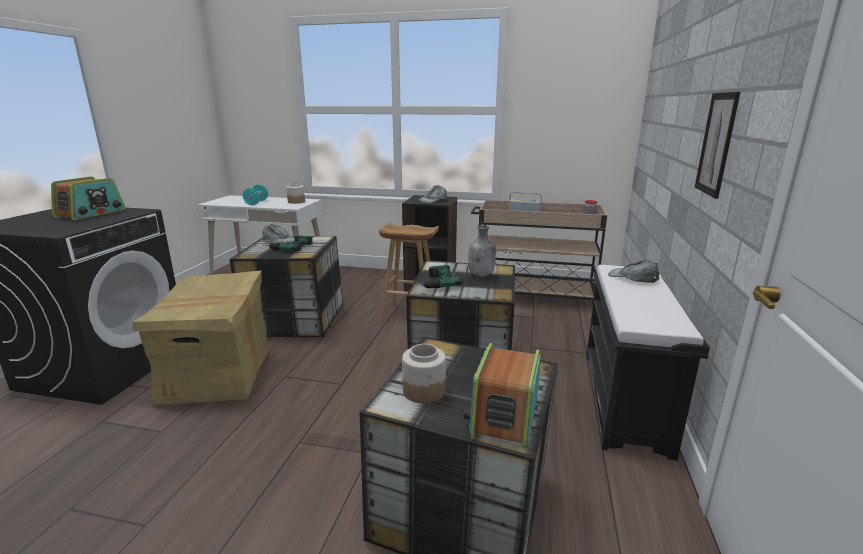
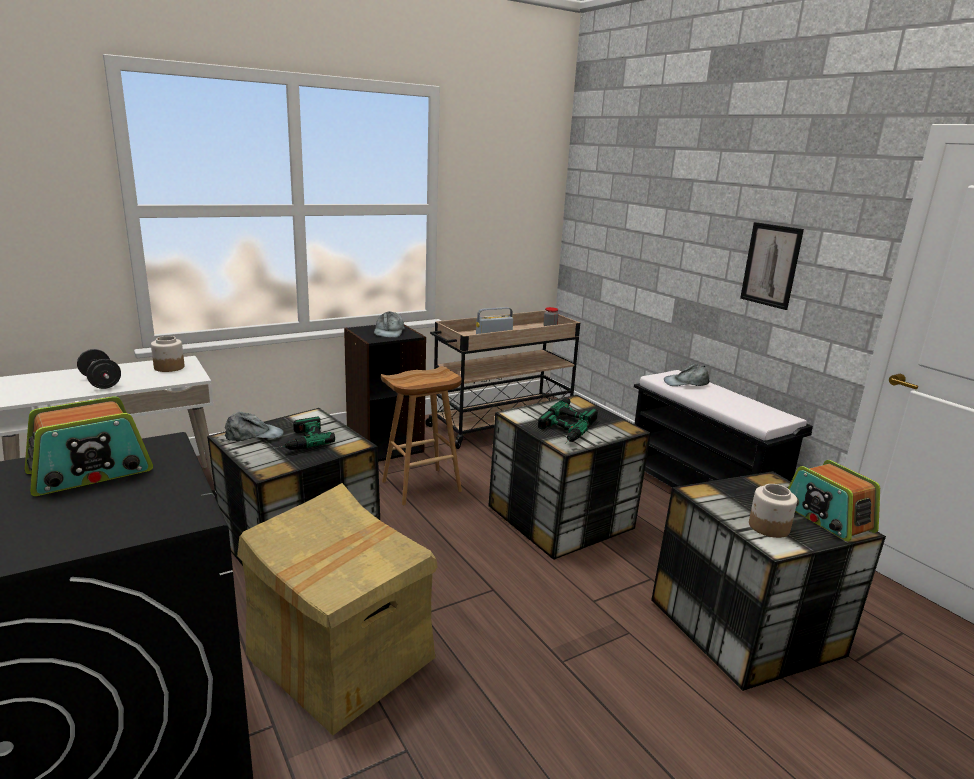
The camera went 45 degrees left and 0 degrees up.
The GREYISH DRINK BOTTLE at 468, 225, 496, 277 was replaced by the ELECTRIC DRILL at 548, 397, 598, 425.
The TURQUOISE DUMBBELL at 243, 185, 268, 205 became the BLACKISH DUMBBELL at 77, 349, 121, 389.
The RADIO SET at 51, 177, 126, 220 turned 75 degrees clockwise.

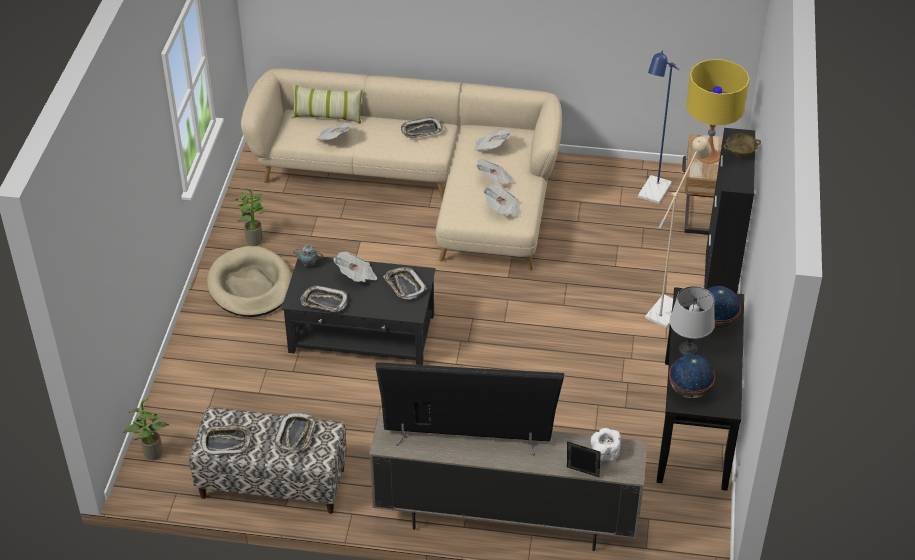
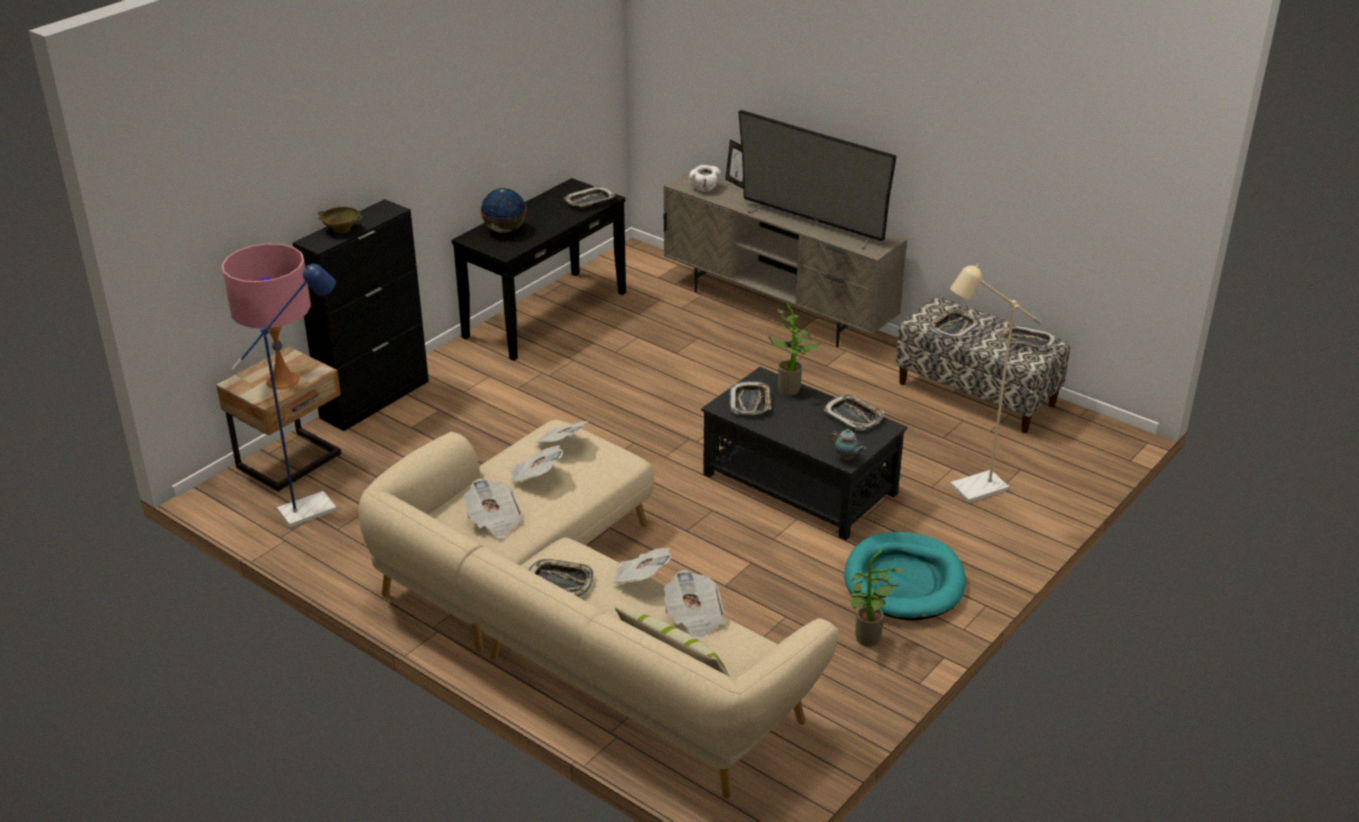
The camera went 150 degrees left and 10 degrees down.
The GREYISH TABLETOP LAMP at 670, 286, 715, 356 disappeared.
The POTTED PLANT moved from 123, 398, 170, 461 to 768, 303, 822, 396.
The PRINTED PAPER moved from 333, 252, 378, 282 to 613, 548, 671, 584.
The SAND-COLOURED FLOOR LAMP moved from 645, 137, 711, 328 to 950, 264, 1042, 503.
The WORLD GLOBE at 669, 354, 715, 398 was replaced by the SERVING TRAY at 564, 187, 615, 207.
The SAND-COLOURED PET BED at 207, 246, 292, 317 became the TURQUOISE PET BED at 844, 532, 966, 621.
The YELLOW TABLETOP LAMP at 686, 59, 749, 164 became the PINK-COLOURED TABLETOP LAMP at 222, 244, 311, 390.

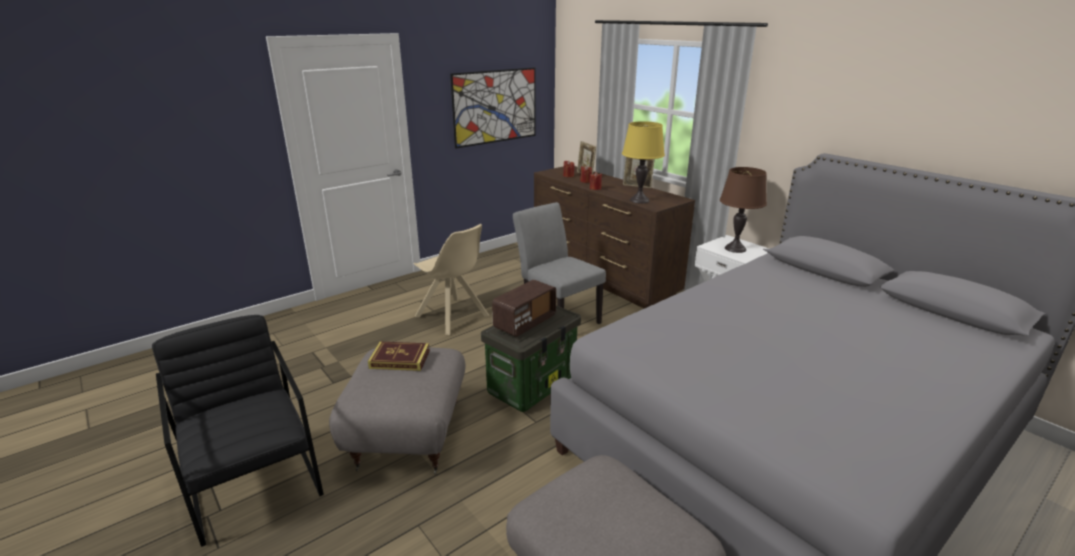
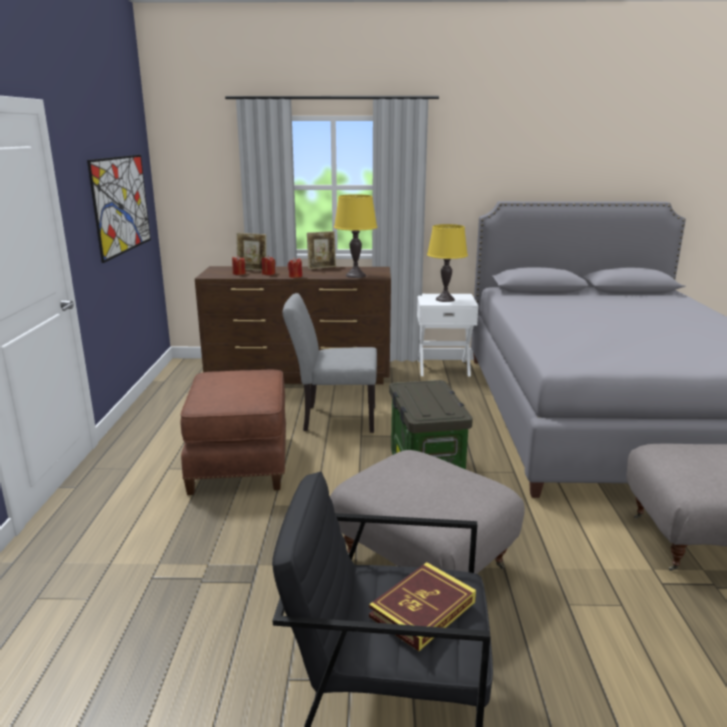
The camera went 50 degrees left and 5 degrees down.
The RADIO SET at 492, 280, 556, 337 disappeared.
The BOUND BOOK moved from 368, 342, 430, 371 to 369, 562, 476, 651.
The SAND-COLOURED CHAIR at 413, 224, 489, 335 was replaced by the BROWN-COLOURED FOOTREST at 181, 369, 286, 495.
The BROWN-COLOURED TABLETOP LAMP at 720, 167, 767, 253 became the YELLOW TABLETOP LAMP at 427, 224, 468, 302.

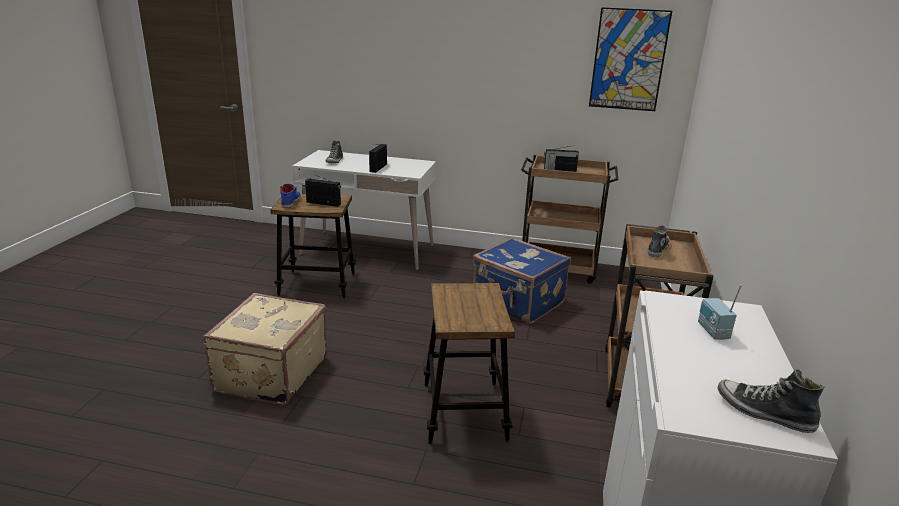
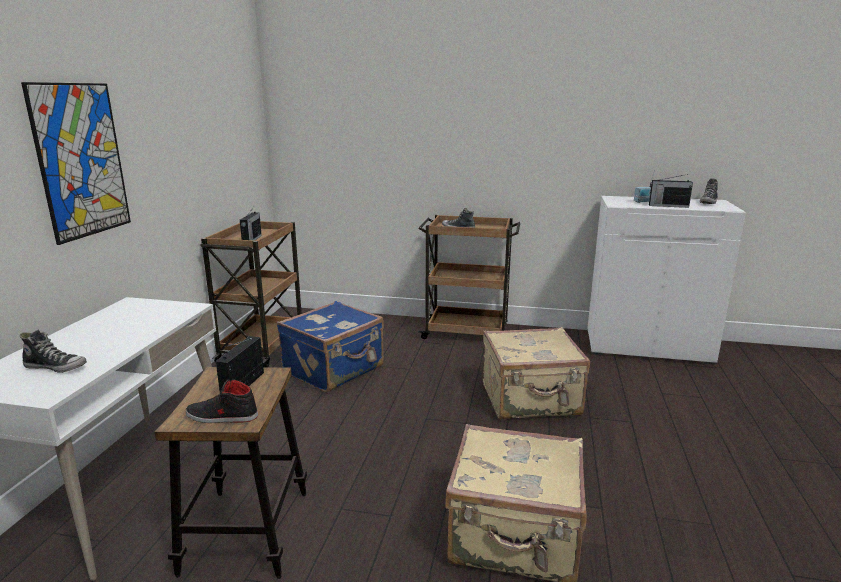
The camera went 90 degrees left and 5 degrees down.
The RADIO SET moved from 369, 144, 387, 173 to 649, 174, 693, 208.
The WALL ART moved from 589, 7, 672, 111 to 21, 82, 131, 245.
The STOOL at 424, 283, 515, 444 was replaced by the SAND-COLOURED TRAVEL CASE at 483, 327, 590, 419.
The BLUISH LOW SHOE at 280, 184, 300, 208 became the BLACKISH LOW SHOE at 186, 378, 258, 423.

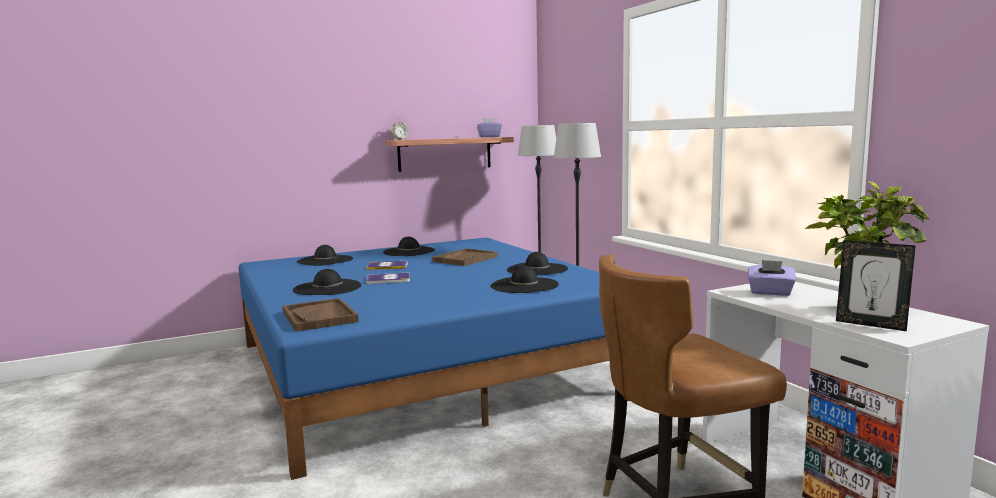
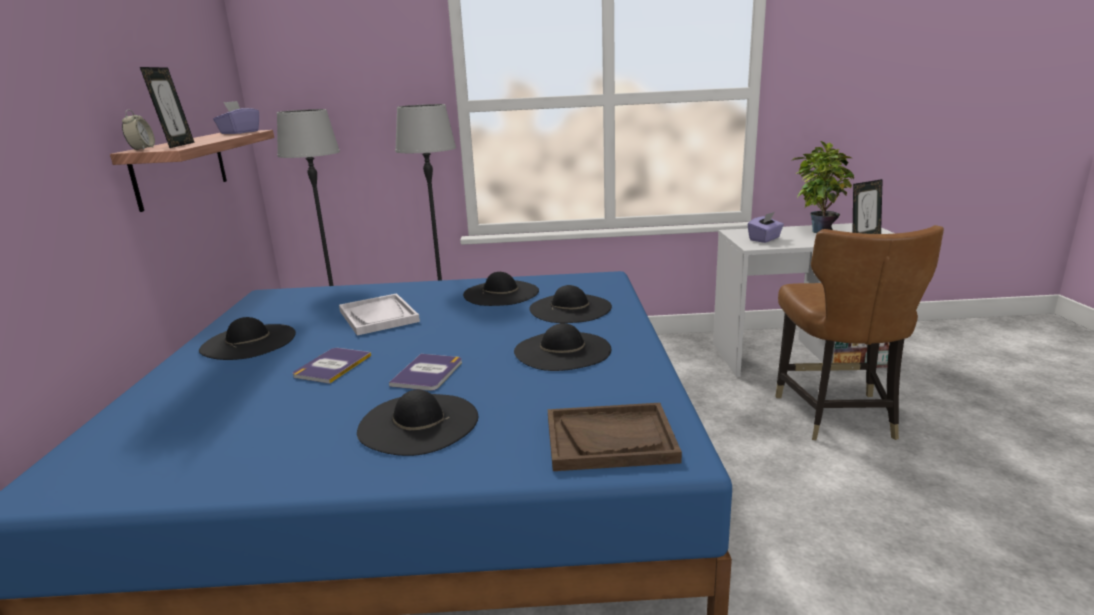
The camera went 65 degrees left and 10 degrees up.
The PHOTO FRAME at 140, 67, 195, 148 appeared.
The BLACKISH HAT moved from 297, 245, 353, 266 to 514, 323, 611, 371.
The BROWN-COLOURED SERVING TRAY at 432, 248, 498, 266 became the WHITE SERVING TRAY at 339, 293, 420, 336.

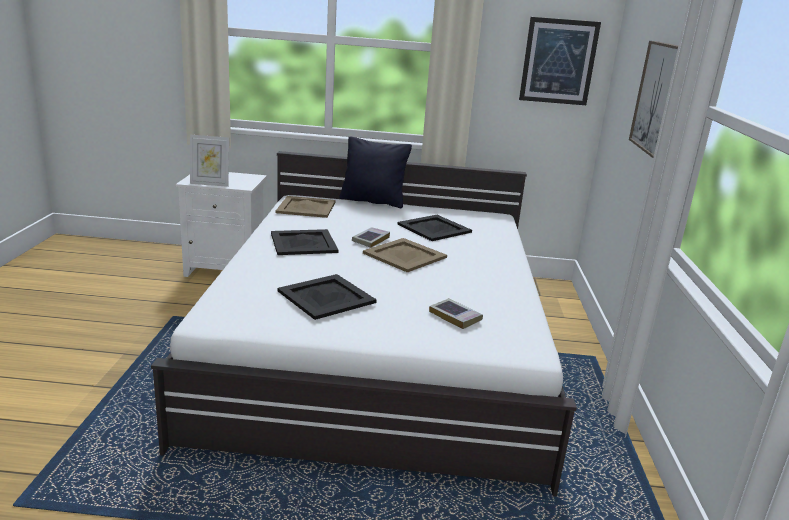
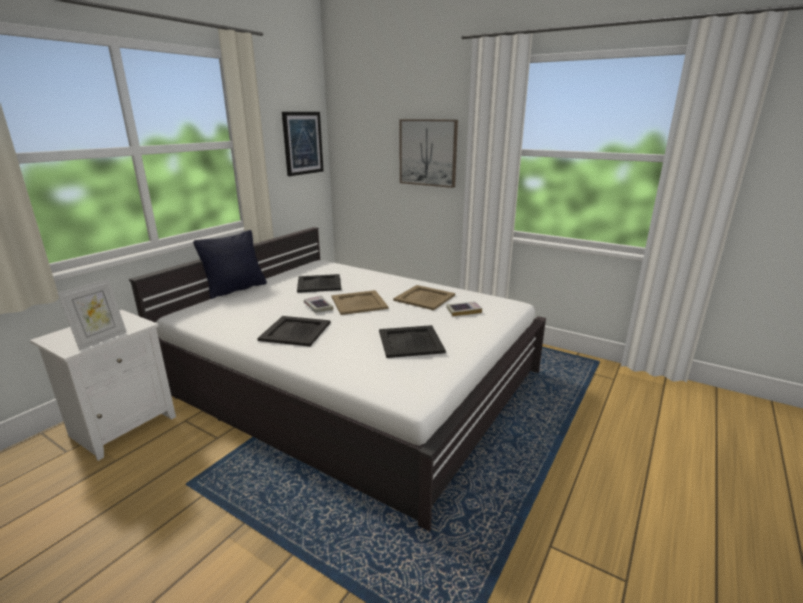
The camera went 60 degrees left and 0 degrees up.
The SAND-COLOURED SERVING TRAY moved from 276, 196, 335, 218 to 393, 285, 455, 310.

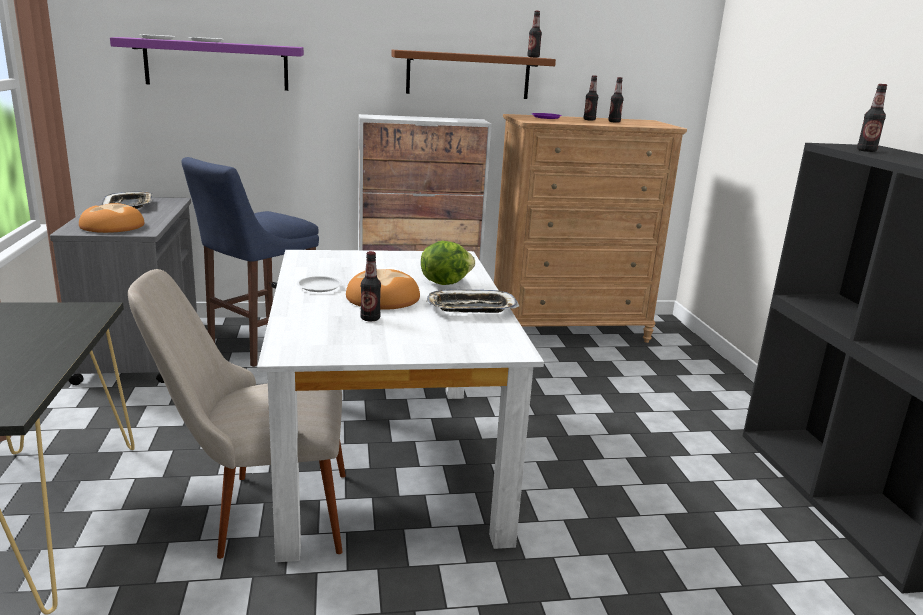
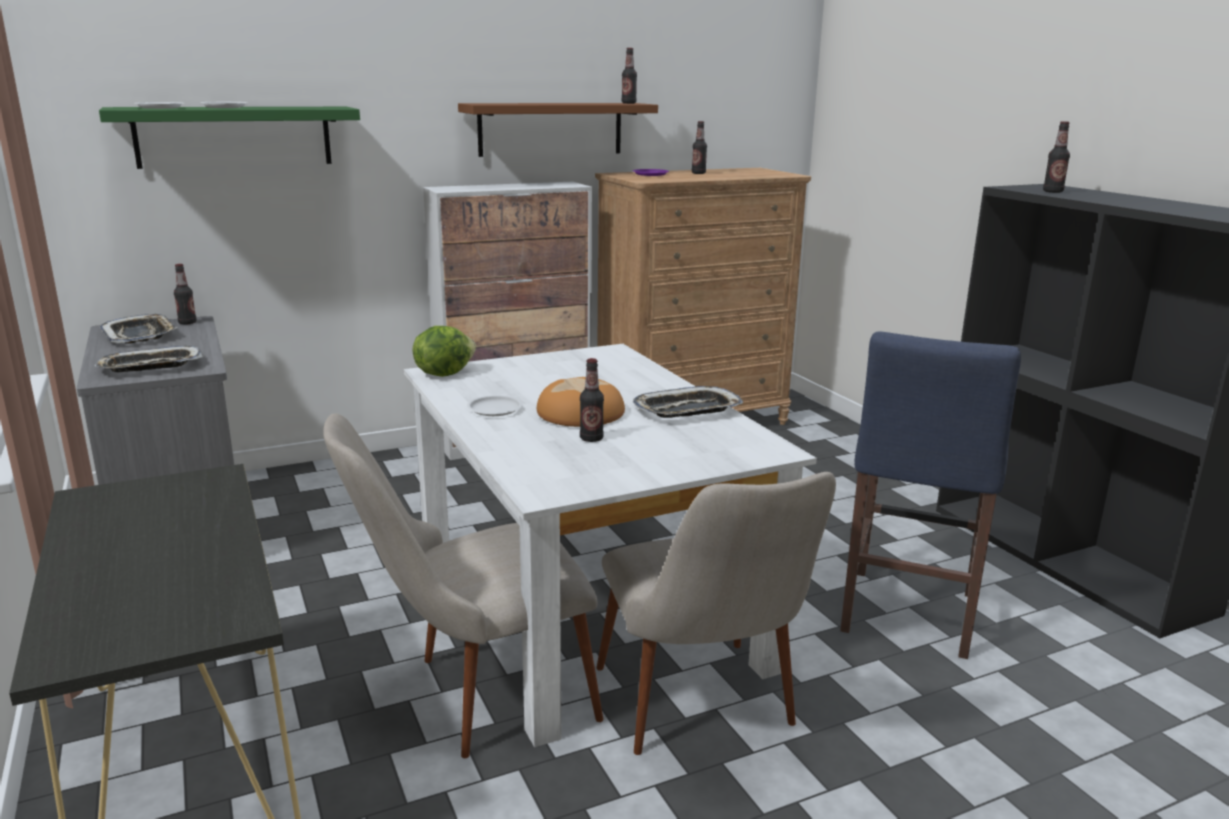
The camera went 15 degrees left and 0 degrees up.
The SAND-COLOURED CHAIR at 596, 472, 836, 755 appeared.
The BLUISH STOOL moved from 181, 157, 319, 367 to 840, 332, 1021, 659.
The HEAD OF LETTUCE moved from 421, 241, 475, 285 to 413, 326, 476, 377.
The DRINK BOTTLE moved from 608, 77, 624, 123 to 174, 264, 197, 325.
The BAKERY BREAD at 79, 203, 144, 233 was replaced by the SERVING TRAY at 95, 346, 204, 372.
The PURPLE WALL SHELF at 110, 37, 304, 91 became the GREEN WALL SHELF at 99, 107, 360, 169.

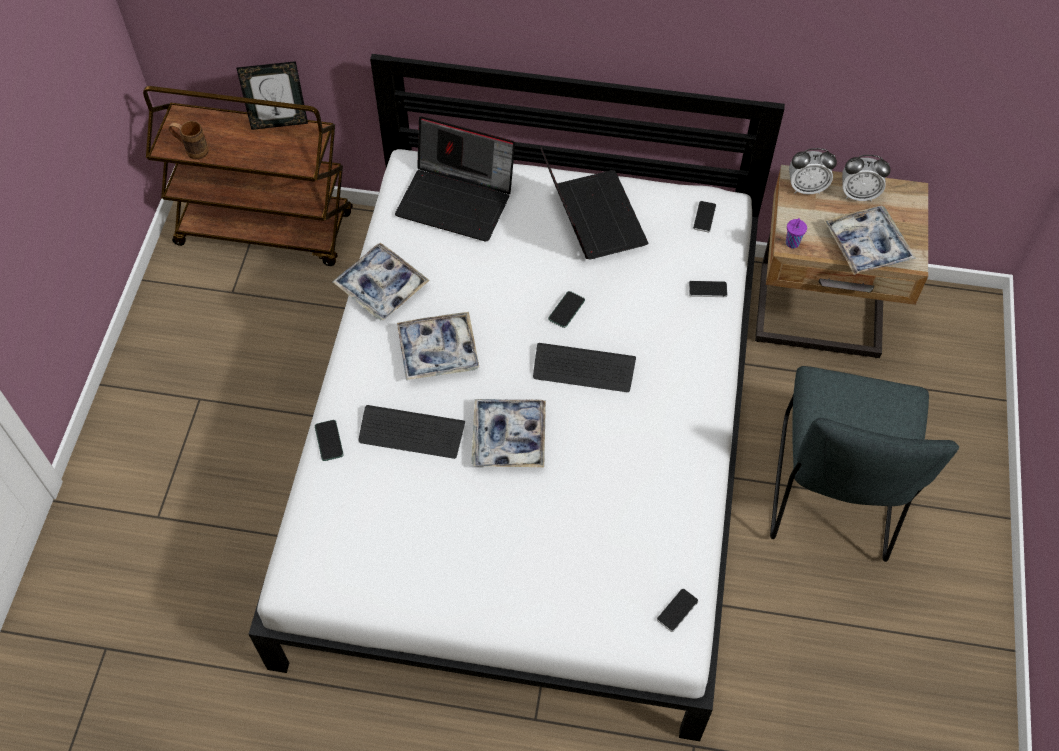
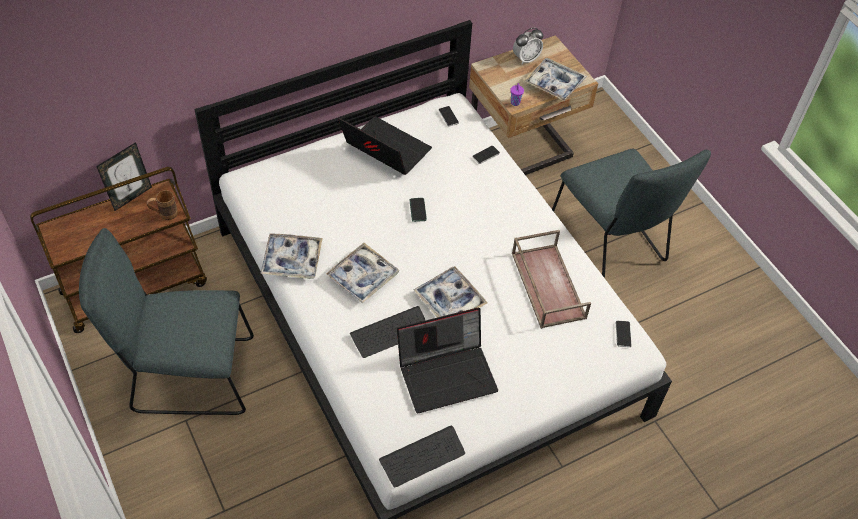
The camera went 40 degrees left and 5 degrees down.
The TELEPHONE at 315, 420, 344, 461 disappeared.
The BEDSIDE CLOCK at 789, 148, 837, 194 disappeared.
The GREYISH CHAIR at 79, 228, 254, 415 appeared.
The BROWN-COLOURED SERVING TRAY at 512, 230, 591, 329 appeared.
The BROWN-COLOURED MUG moved from 169, 121, 209, 160 to 146, 190, 178, 220.
The NOTEBOOK COMPUTER moved from 395, 116, 515, 242 to 397, 308, 498, 413.
The COMPUTER KEYBOARD moved from 533, 343, 636, 392 to 379, 426, 465, 487.

